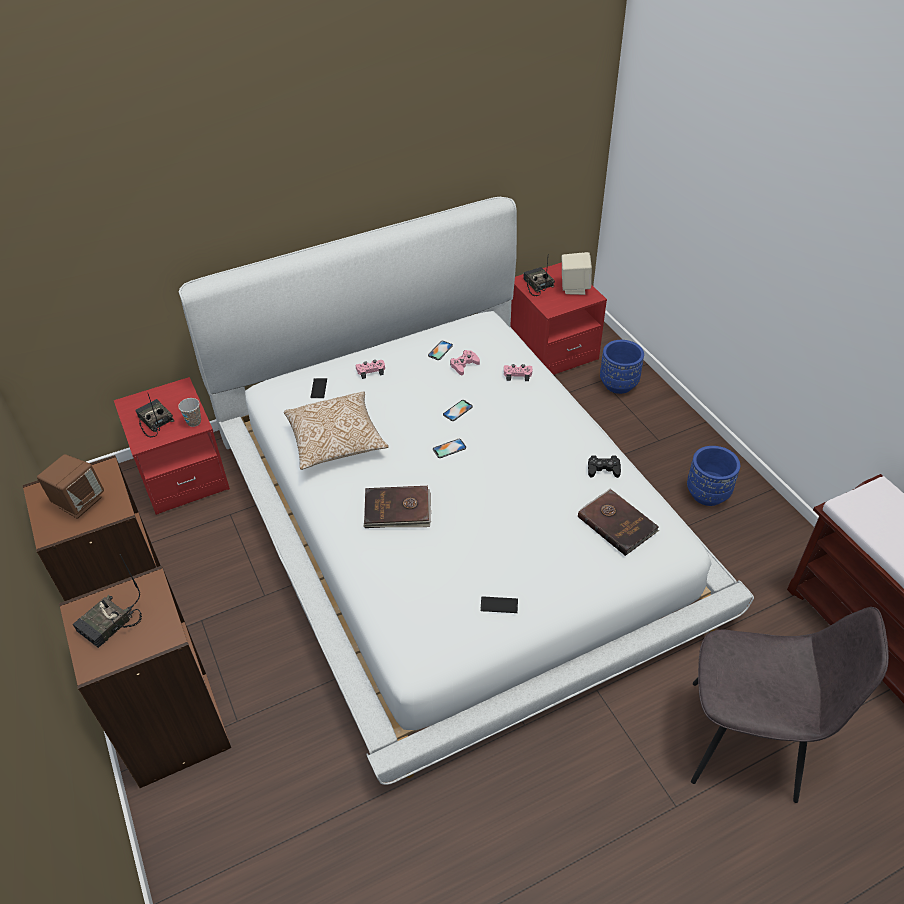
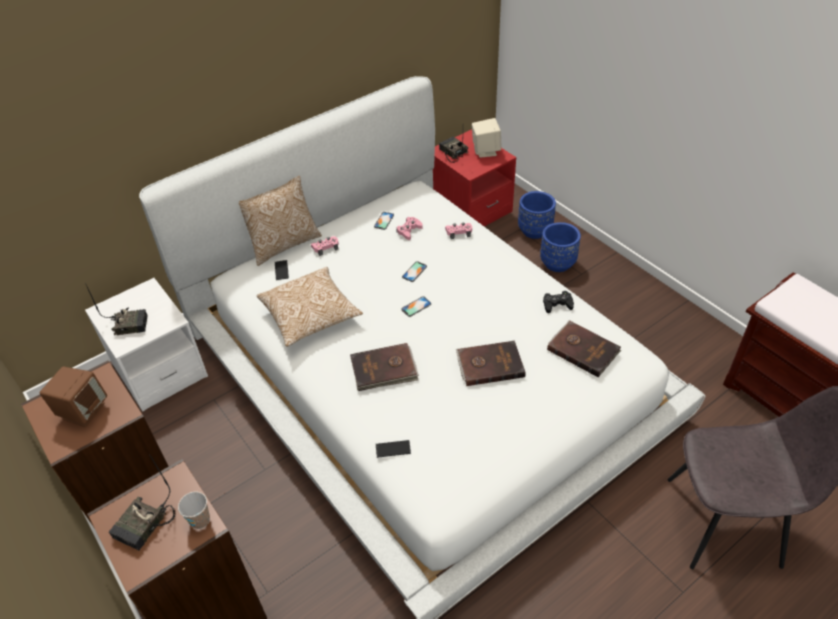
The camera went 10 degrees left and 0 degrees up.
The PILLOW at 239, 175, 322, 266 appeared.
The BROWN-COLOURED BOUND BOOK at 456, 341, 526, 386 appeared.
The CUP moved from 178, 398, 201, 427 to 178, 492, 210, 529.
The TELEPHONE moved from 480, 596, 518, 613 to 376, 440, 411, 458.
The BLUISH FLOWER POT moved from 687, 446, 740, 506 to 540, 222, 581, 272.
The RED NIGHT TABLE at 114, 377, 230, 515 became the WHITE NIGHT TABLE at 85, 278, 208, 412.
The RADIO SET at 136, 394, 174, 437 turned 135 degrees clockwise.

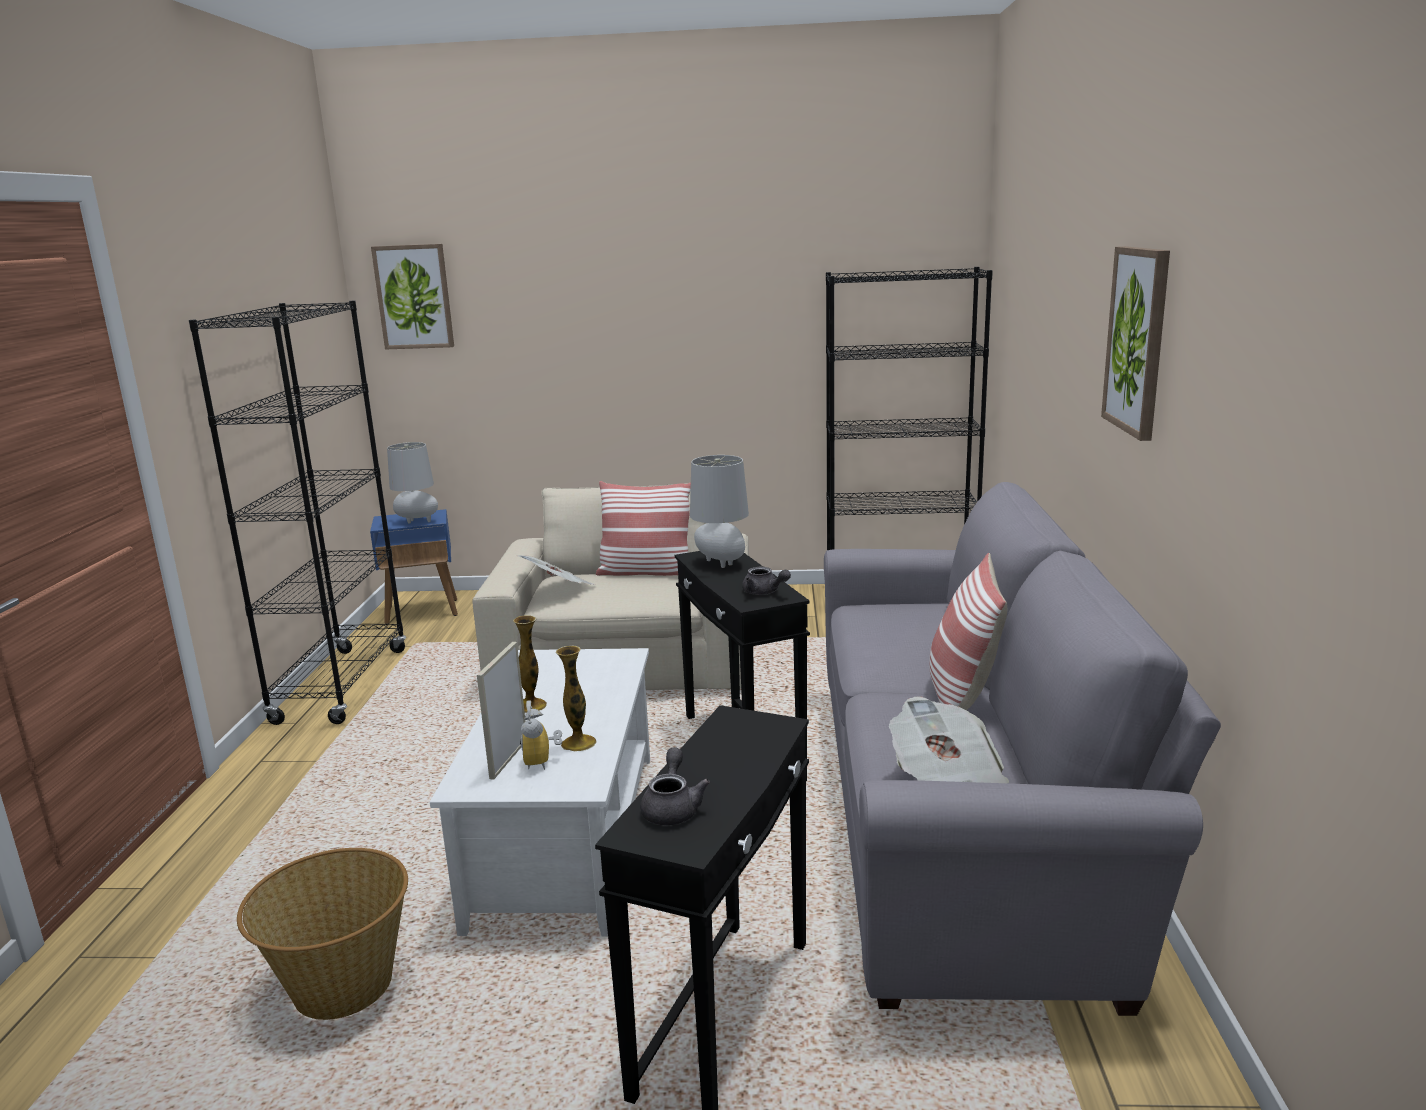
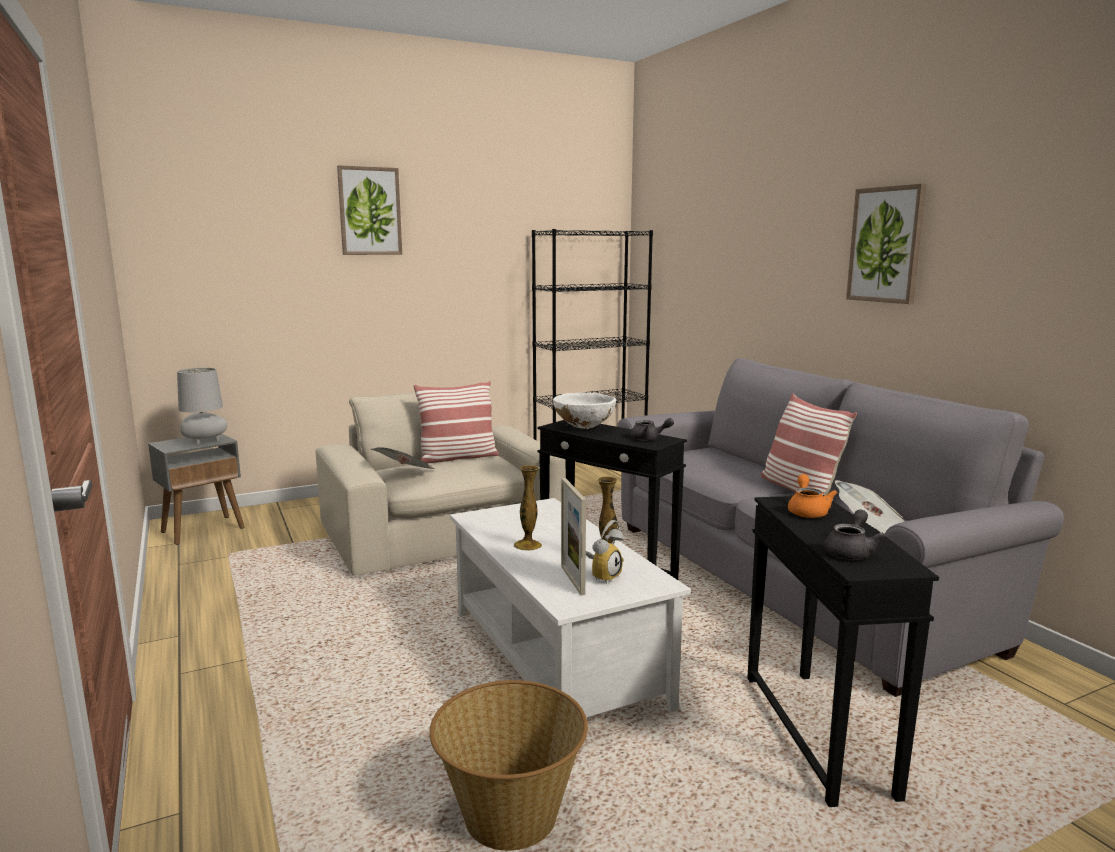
The camera went 30 degrees left and 5 degrees down.
The BLACKISH BOOKSHELF at 189, 300, 406, 725 disappeared.
The ORANGEY POT FOR TEA at 788, 474, 837, 518 appeared.
The WALL ART moved from 371, 244, 454, 350 to 337, 165, 402, 255.
The GREYISH TABLETOP LAMP at 690, 455, 749, 568 was replaced by the WHITE SERVING BOWL at 553, 393, 616, 429.
The BLUISH SIDE TABLE at 370, 509, 458, 624 became the GREYISH SIDE TABLE at 148, 434, 244, 545.
The BEDSIDE CLOCK at 520, 700, 562, 770 turned 105 degrees counterclockwise.
The GREYISH POT FOR TEA at 640, 747, 710, 825 turned 60 degrees clockwise.

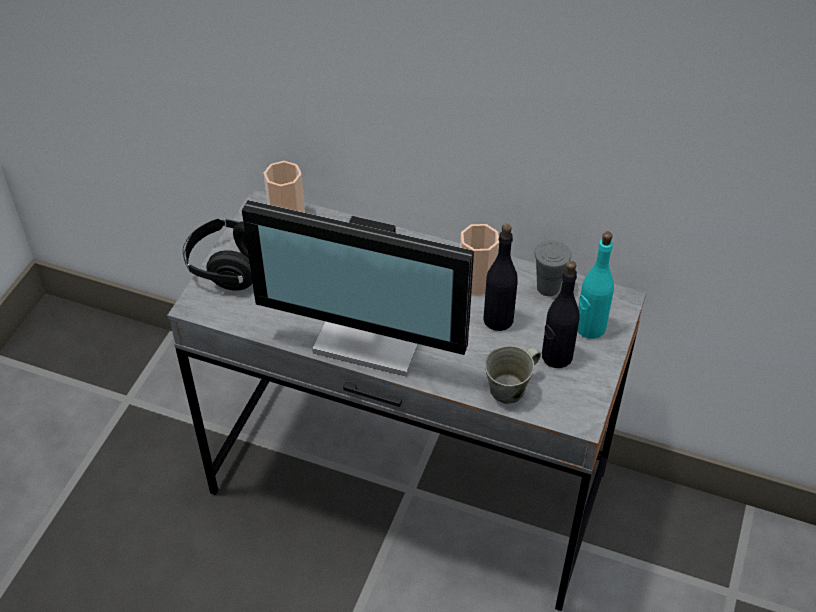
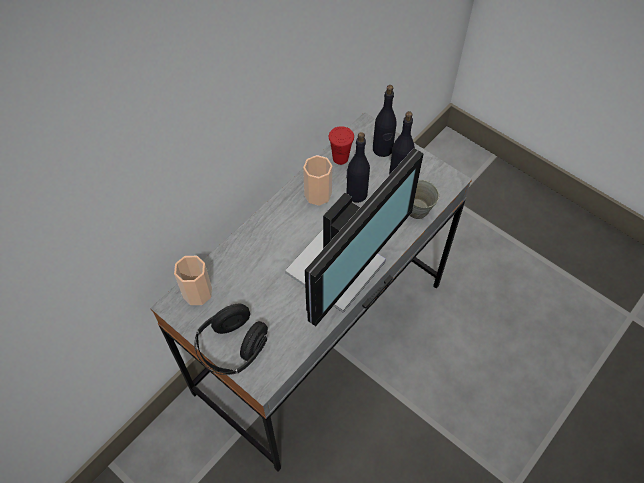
The camera went 70 degrees left and 10 degrees up.
The GREYISH CUP at 534, 241, 571, 296 became the RED CUP at 329, 126, 354, 165.
The TURQUOISE DRINK BOTTLE at 578, 232, 614, 339 became the BLACKISH DRINK BOTTLE at 373, 85, 397, 157.

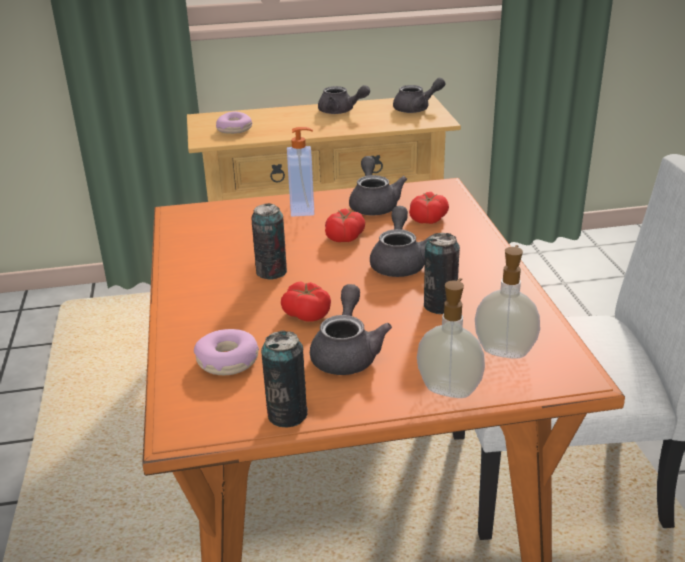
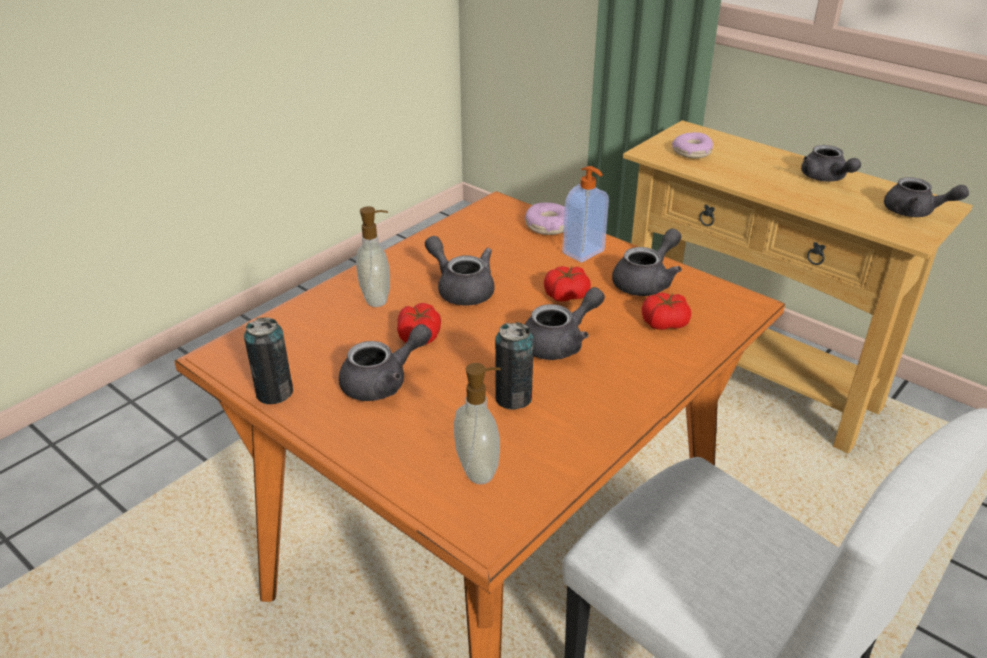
The camera went 50 degrees right and 5 degrees up.
The DOUGHNUT moved from 194, 329, 259, 375 to 525, 203, 565, 235.
The LIQUID SOAP BOTTLE moved from 417, 278, 485, 398 to 356, 206, 390, 307.
The SEALED CAN at 251, 203, 287, 280 was replaced by the GREYISH POT FOR TEA at 425, 236, 495, 306.

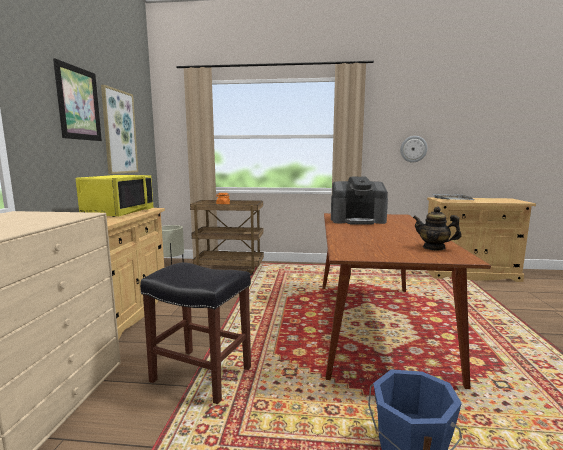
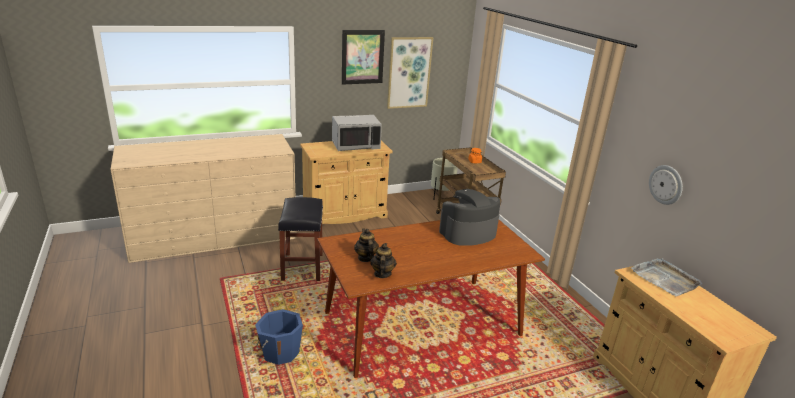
The camera went 60 degrees right and 15 degrees up.
The POT FOR TEA at 354, 229, 379, 262 appeared.
The YELLOW MICROWAVE OVEN at 76, 175, 154, 217 became the GREYISH MICROWAVE OVEN at 332, 115, 382, 151.
The COFFEE MACHINE at 331, 177, 388, 225 turned 90 degrees clockwise.

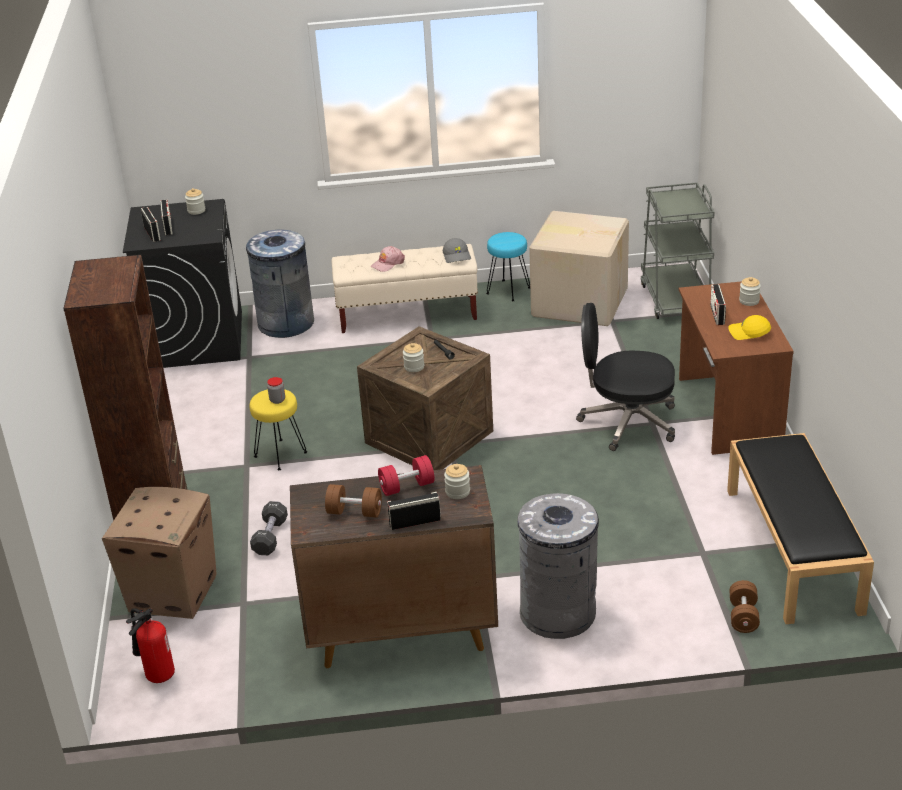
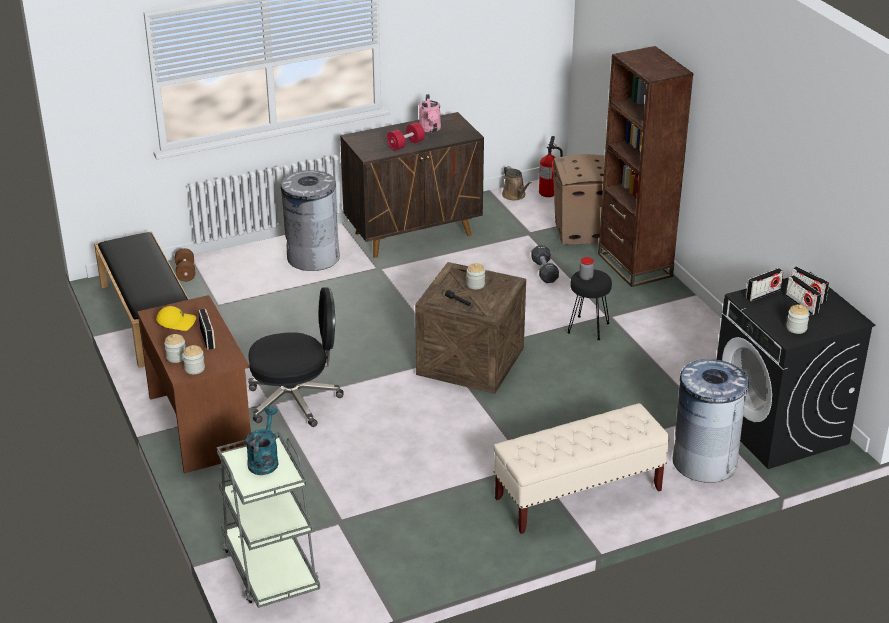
The camera went 160 degrees right and 0 degrees up.
The PINK-COLOURED PEAKED CAP at 371, 246, 405, 272 disappeared.
The GREYISH PEAKED CAP at 443, 238, 471, 263 disappeared.
The TURQUOISE STOOL at 486, 232, 530, 301 disappeared.
The CARTON at 529, 211, 629, 326 disappeared.
The TURQUOISE WATERING POT at 246, 406, 278, 475 appeared.
The BROWN-COLOURED WATERING POT at 502, 166, 532, 200 appeared.
The RADIO SET moved from 387, 492, 441, 530 to 746, 268, 784, 301.
The PRESERVE JAR moved from 444, 464, 470, 499 to 183, 345, 205, 374.
The BROWN-COLOURED DUMBBELL at 325, 484, 382, 518 was replaced by the PINK-COLOURED WATERING POT at 419, 94, 441, 132.
The YELLOW STOOL at 250, 389, 307, 470 became the BLACKISH STOOL at 567, 269, 612, 340.

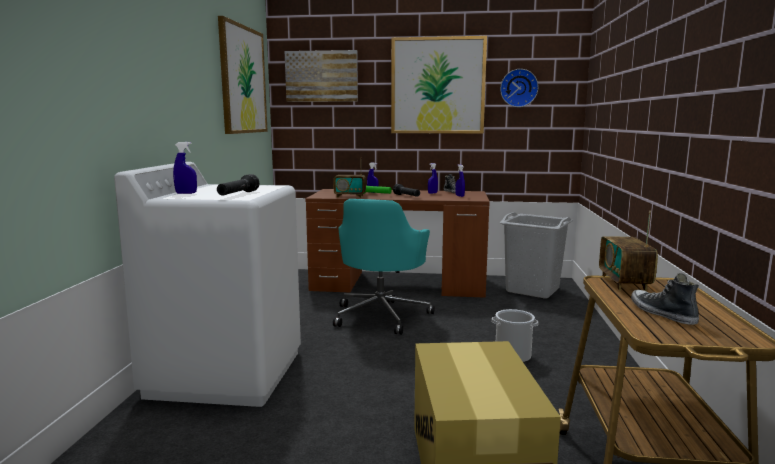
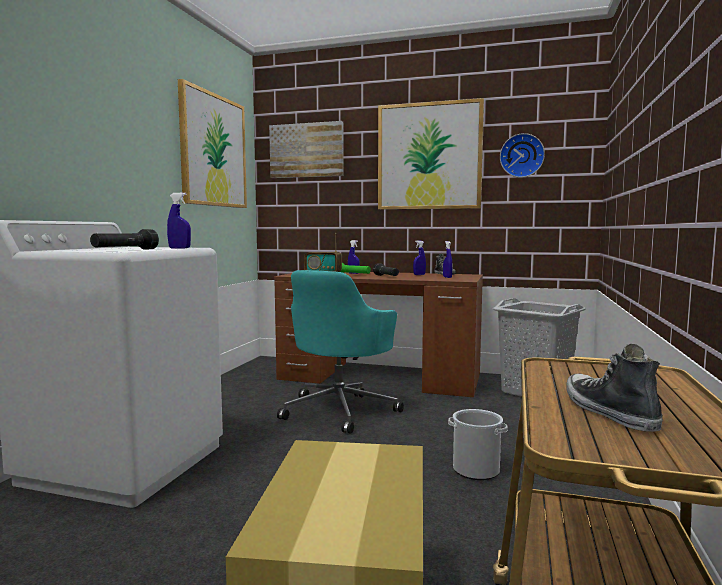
The camera went 10 degrees right and 5 degrees down.
The RADIO SET at 599, 211, 658, 291 disappeared.
The BLUISH HAND SPRAYER moved from 173, 142, 197, 194 to 167, 192, 191, 249.

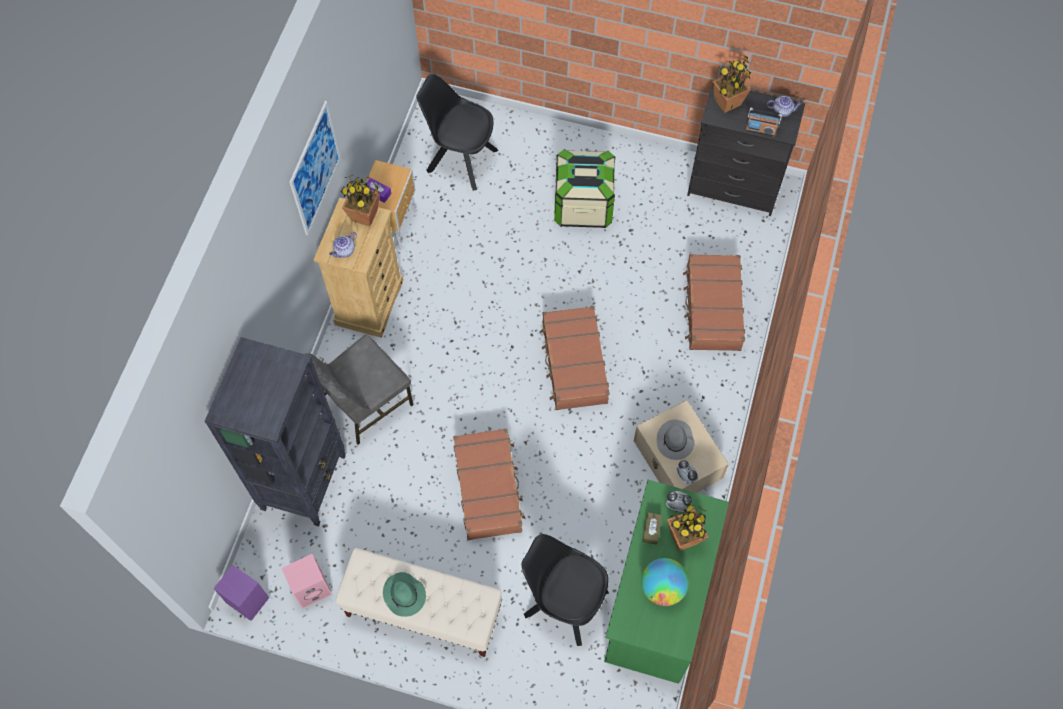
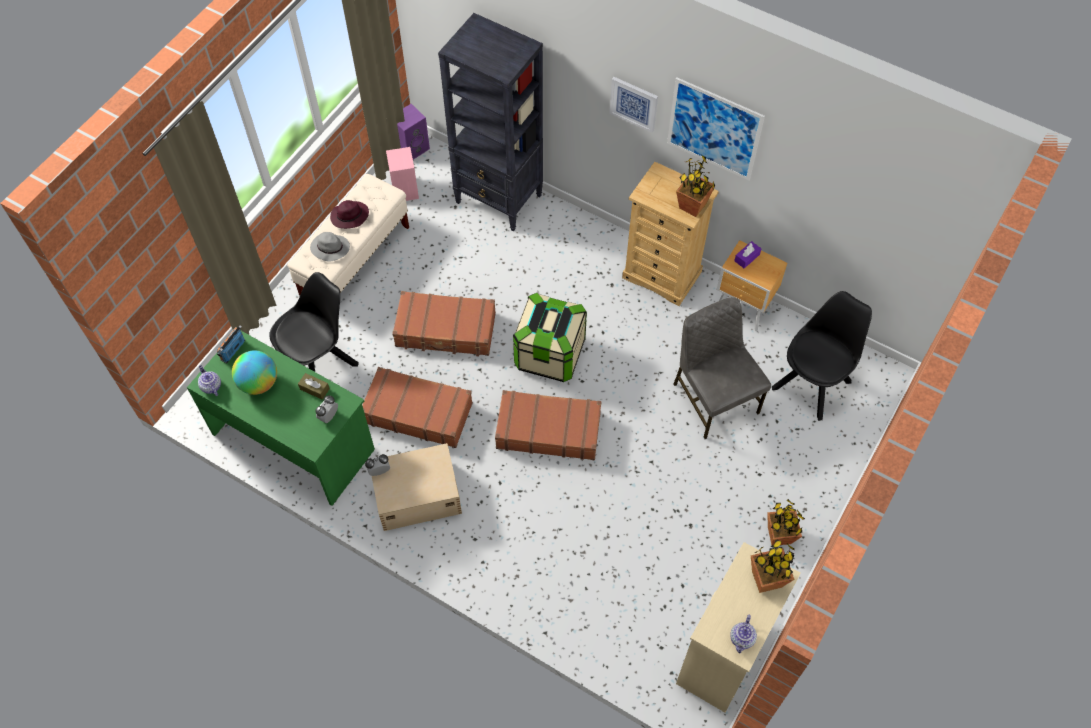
The camera went 105 degrees right and 5 degrees down.
The WALL ART at 610, 77, 658, 133 appeared.
The GREYISH CHAIR moved from 305, 334, 413, 445 to 673, 297, 771, 439.
The POT FOR TEA moved from 329, 232, 357, 258 to 198, 365, 221, 396.
The STORAGE BOX moved from 554, 149, 615, 228 to 513, 293, 587, 382.
The GREYISH HAT moved from 657, 420, 695, 460 to 310, 232, 350, 262.
The POTTED PLANT moved from 667, 504, 709, 551 to 767, 499, 805, 545.
The BROWN-COLOURED TRAVEL CASE moved from 683, 254, 745, 351 to 362, 367, 473, 448.
The RADIO SET moved from 746, 107, 782, 136 to 217, 325, 245, 363.
The GREEN HAT at 383, 572, 426, 617 became the PURPLE HAT at 330, 200, 369, 229.
The BLACKISH CHEST OF DRAWERS at 687, 83, 805, 216 became the SAND-COLOURED CHEST OF DRAWERS at 676, 542, 801, 712.

